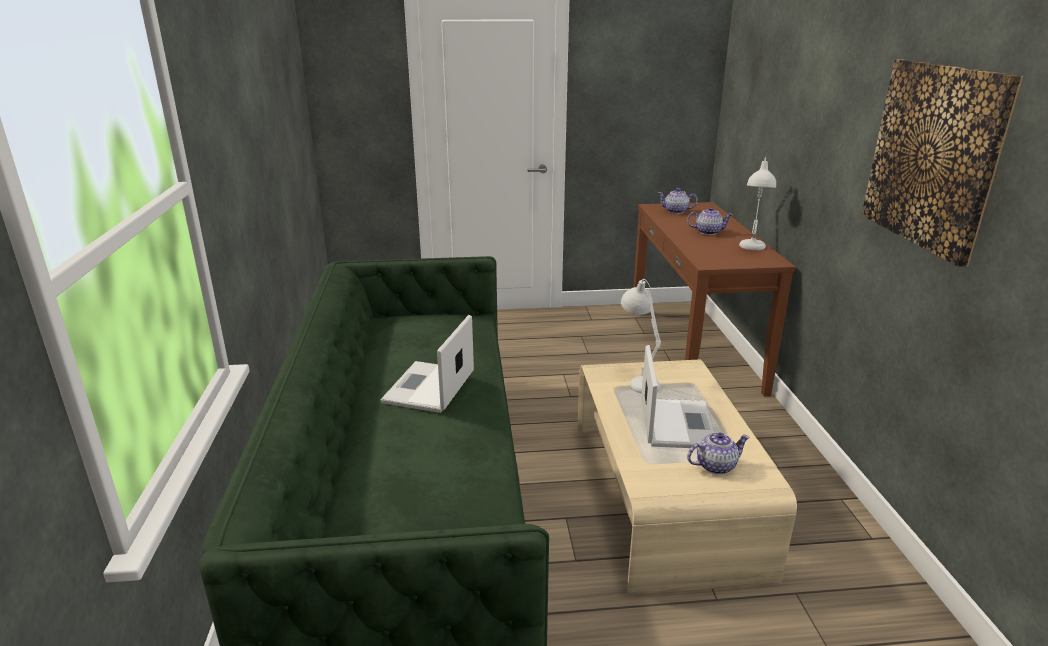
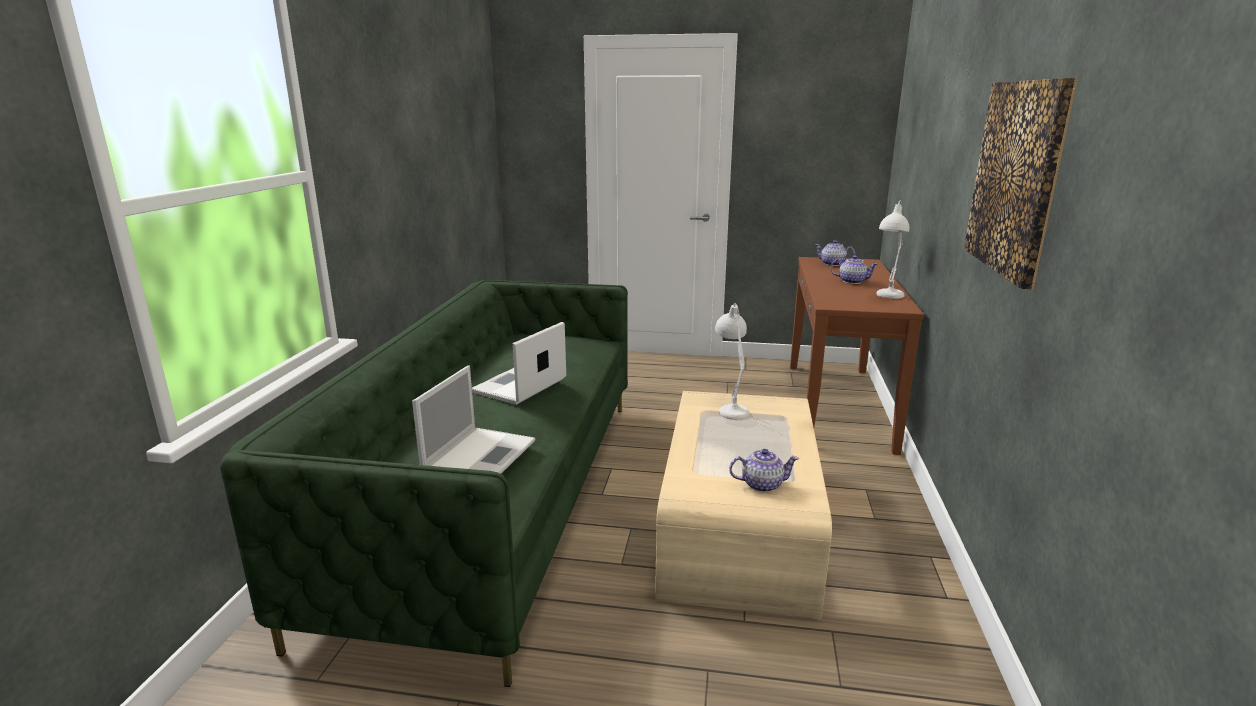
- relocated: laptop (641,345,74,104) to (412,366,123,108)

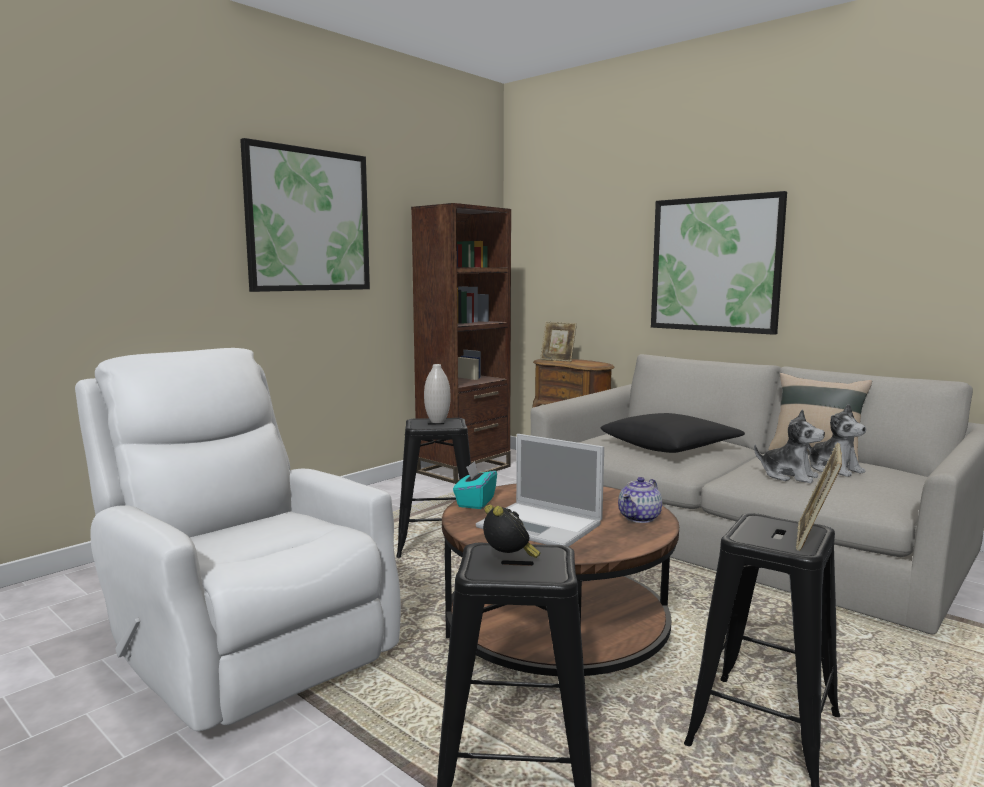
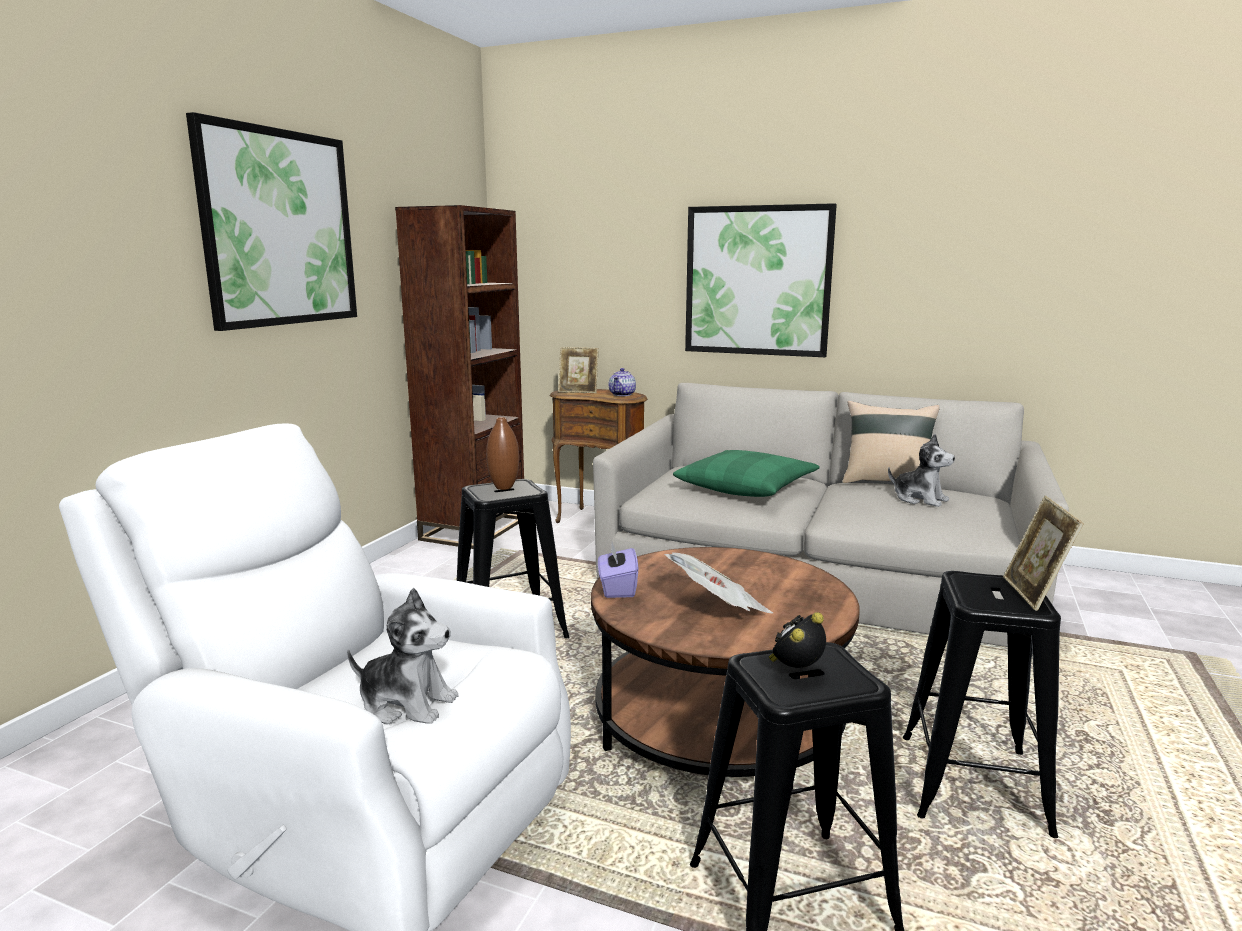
- colour: white vase (424,364,27,59) to brown vase (486,417,33,73)
- relocated: plush toy (754,409,71,74) to (347,588,111,137)
- colour: black pillow (601,413,144,40) to green pillow (673,450,147,47)
- exchanged: laptop (476,434,128,113) to newspaper (664,552,110,62)
- colour: turquoise tissue box (453,461,44,48) to purple tissue box (598,542,40,56)
- relocated: teapot (618,477,44,46) to (609,368,27,28)
- spun: alarm clock (483,505,57,53) = (769,612,57,56) 90 degrees counterclockwise

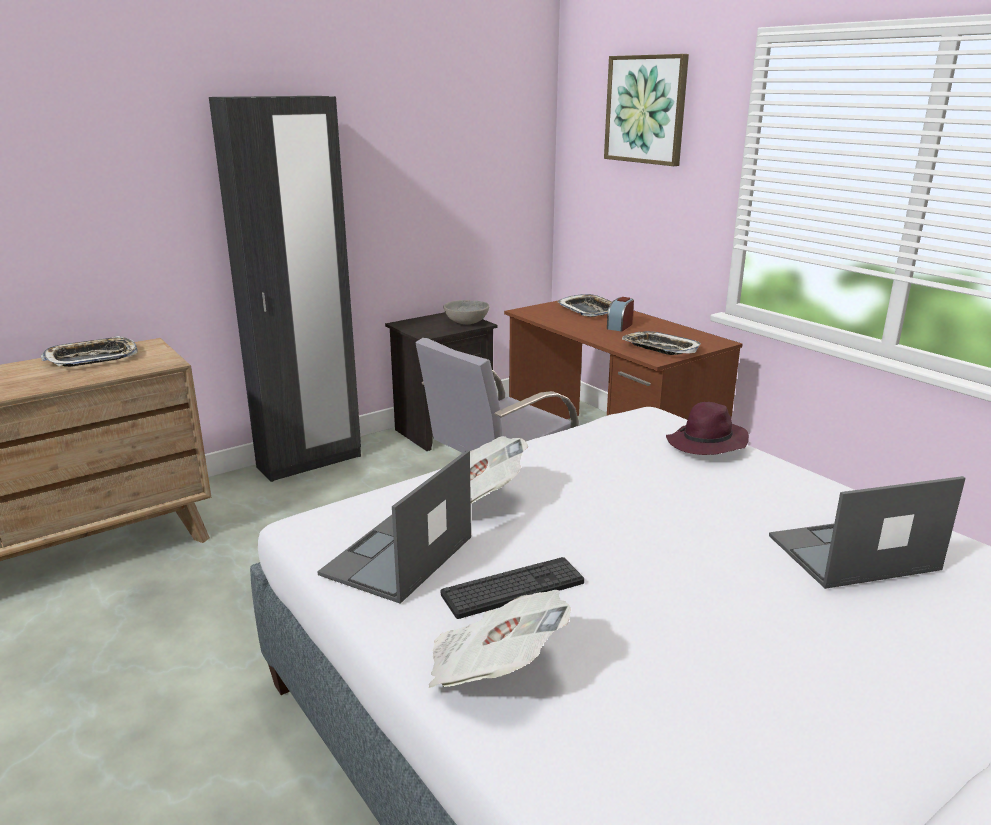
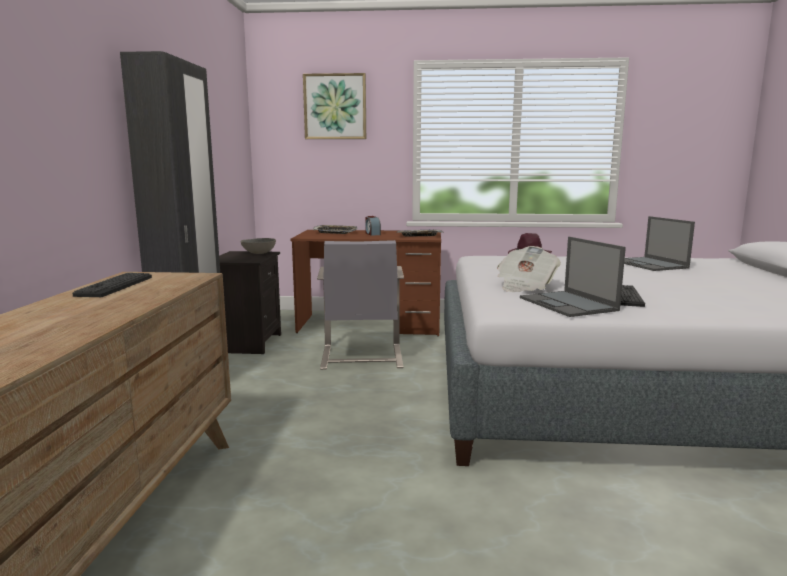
- exchanged: tray (41,336,97,31) to keyboard (72,273,80,24)
- spun: laptop (769,476,197,113) = (624,216,71,55) 45 degrees counterclockwise
- missing: newspaper (428,590,143,98)

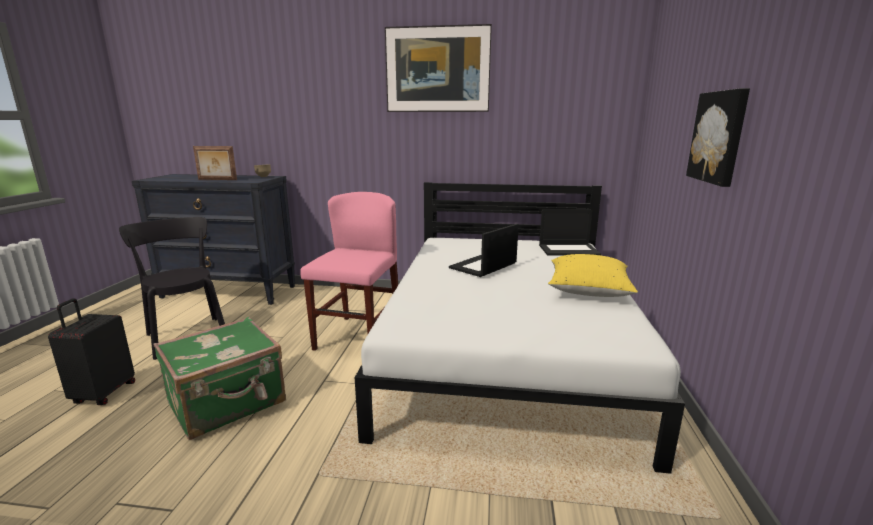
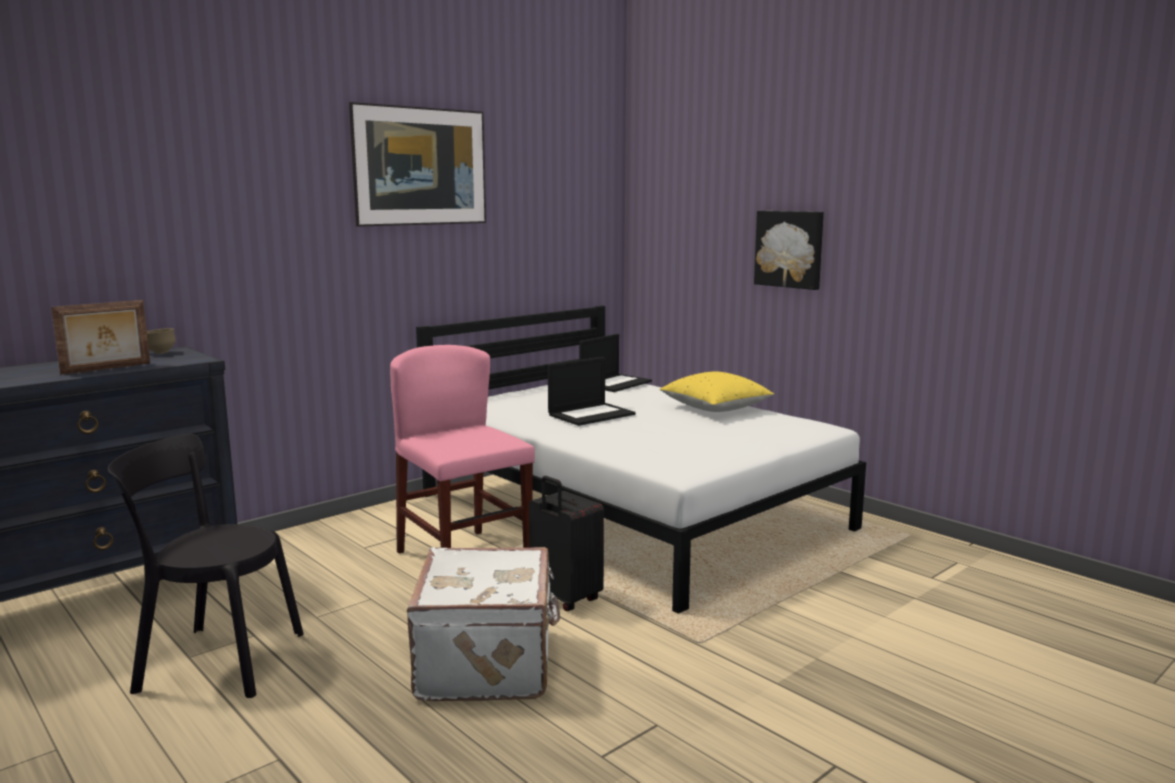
- spun: laptop (449,224,70,53) = (548,357,88,69) 120 degrees counterclockwise
- relocated: black suitcase (48,298,87,107) to (529,476,75,135)
- colour: green suitcase (154,317,132,123) to white suitcase (407,547,153,154)

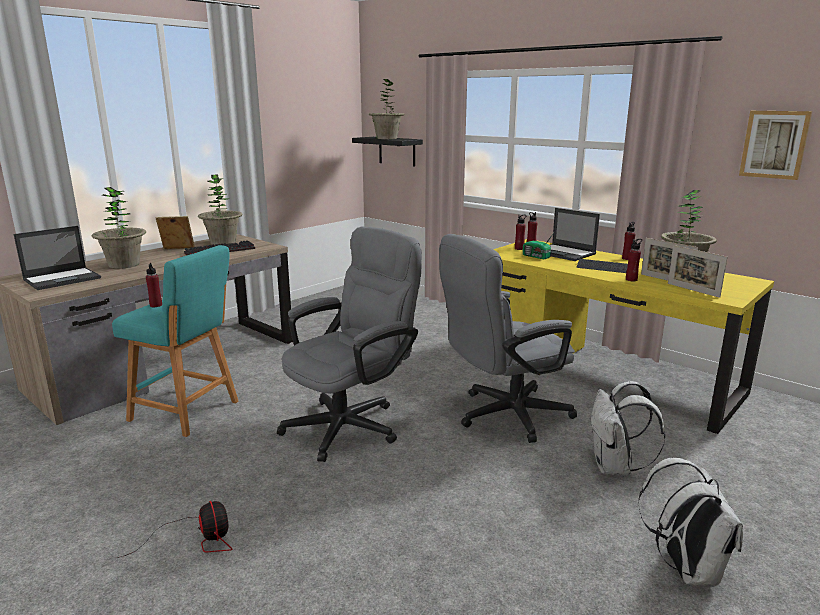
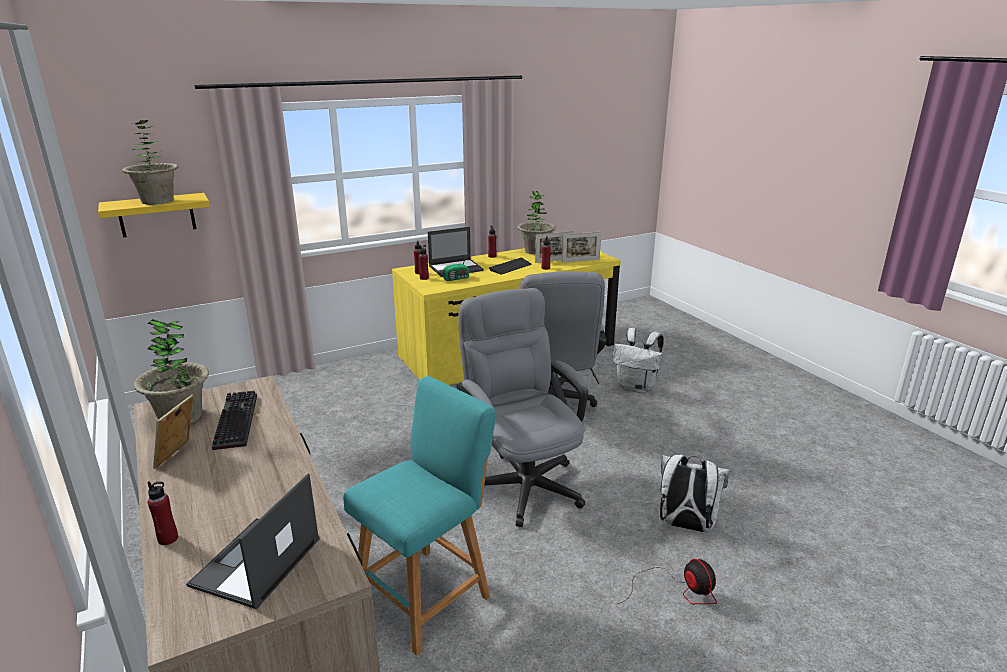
- missing: picture (739,111,73,69)
- colour: black shelf (352,137,71,29) to yellow shelf (98,193,112,44)
- missing: potted plant (92,187,54,82)
- spun: laptop (13,226,88,64) = (186,473,134,136) 135 degrees counterclockwise
- relocated: red bottle (146,263,16,44) to (147,481,31,64)
- relocated: white backpack (638,458,105,128) to (660,455,70,77)
- spun: fan (117,501,115,57) = (618,559,99,45) 75 degrees clockwise

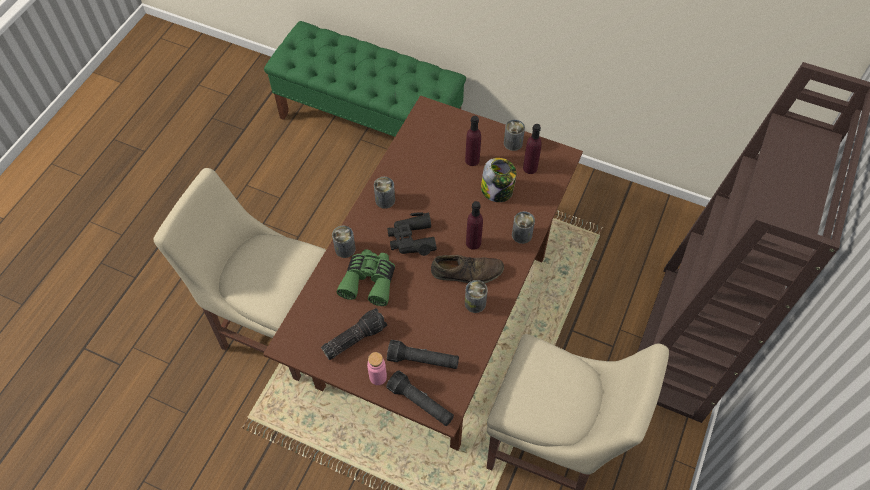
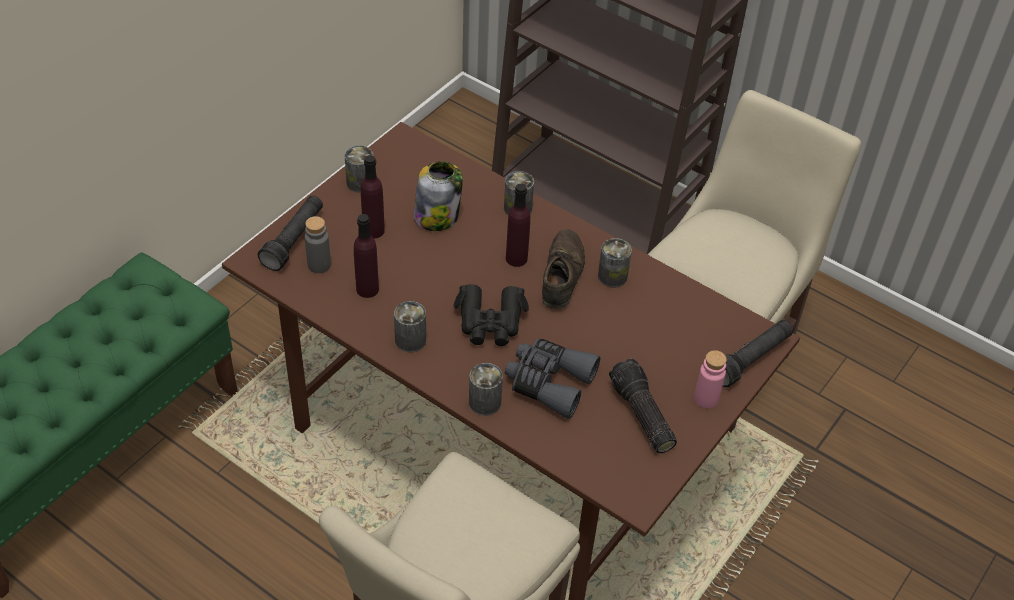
- relocated: purple bottle (523,124,19,50) to (354,214,25,84)
- colour: green binoculars (337,249,58,57) to grey binoculars (505,338,96,81)
- relocated: black flashlight (387,340,72,29) to (258,196,65,75)
- appeared: grey bottle (305,216,26,57)

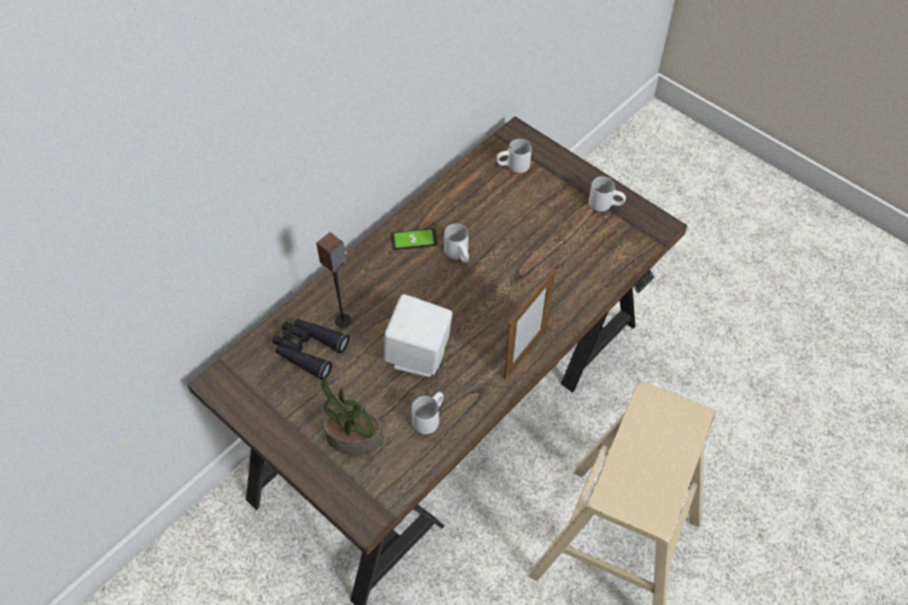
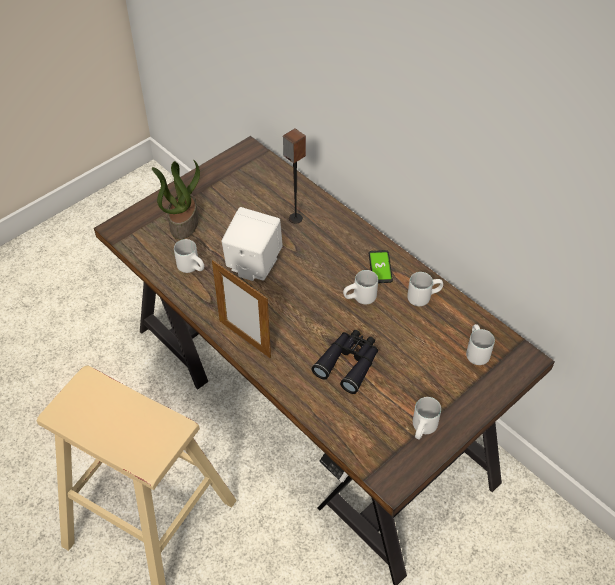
- relocated: black binoculars (272,319,78,61) to (312,330,66,64)
- appeared: white mug (407,272,36,34)

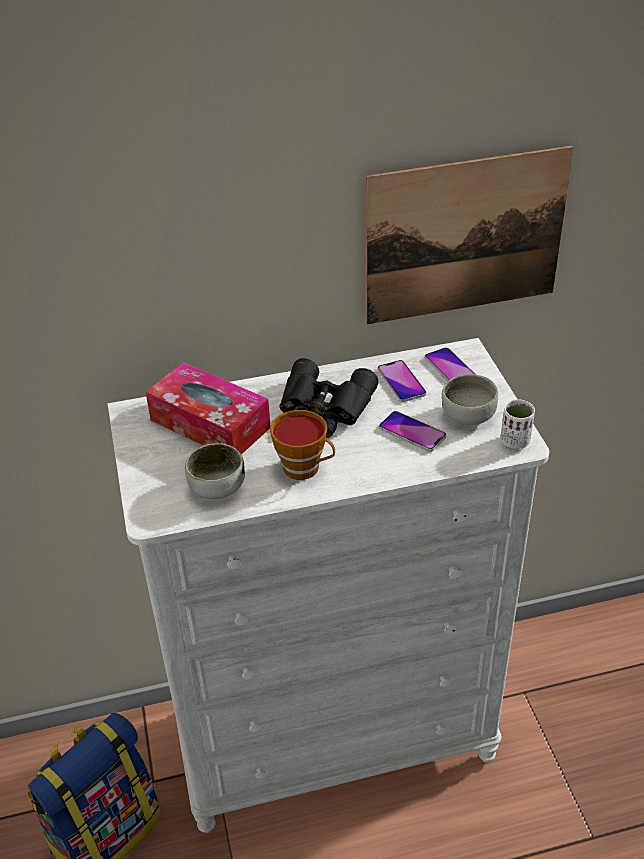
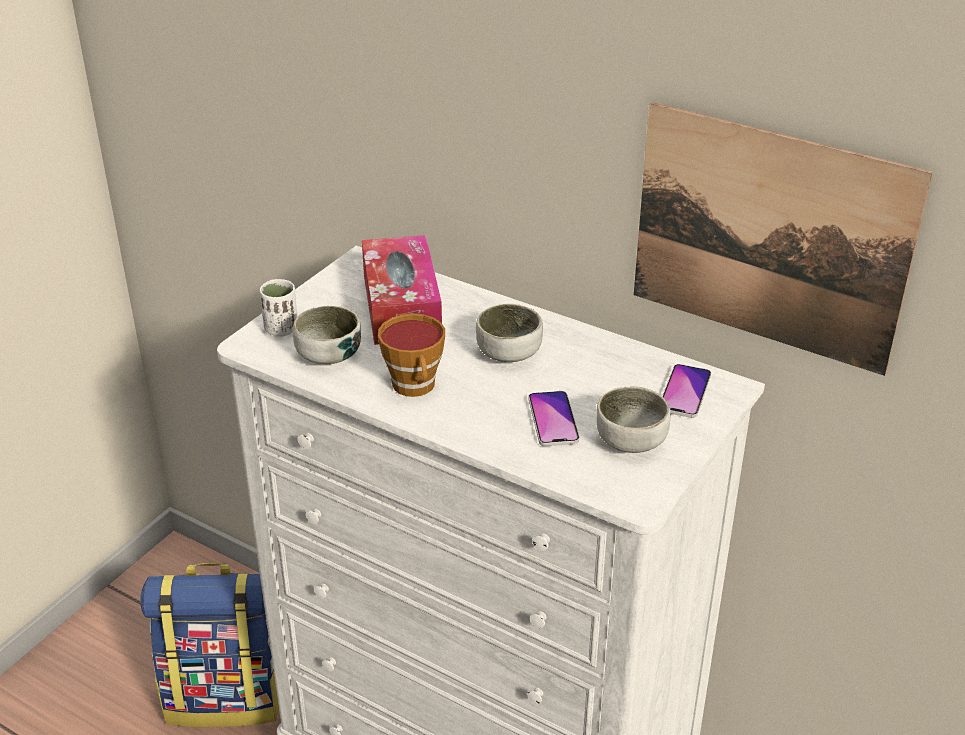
- exchanged: black binoculars (280,358,98,80) to bowl (476,303,67,59)
- missing: phone (377,360,49,42)
- relocated: white cup (501,399,34,50) to (260,279,37,58)

